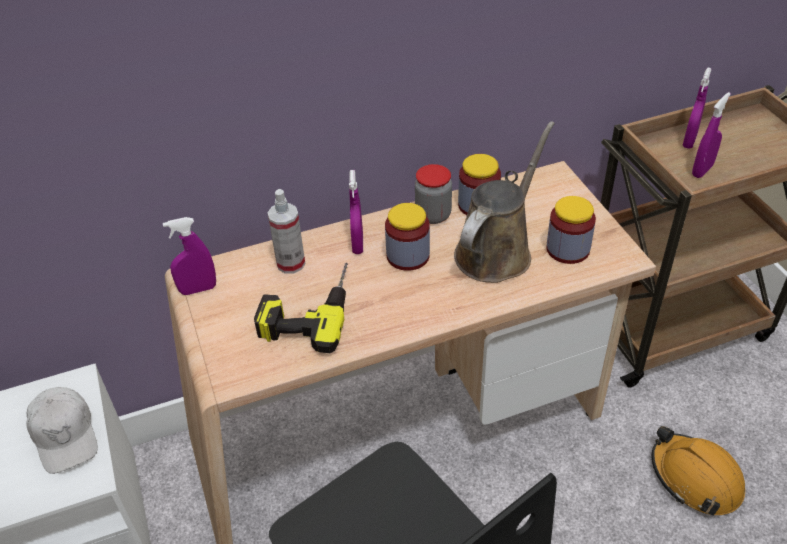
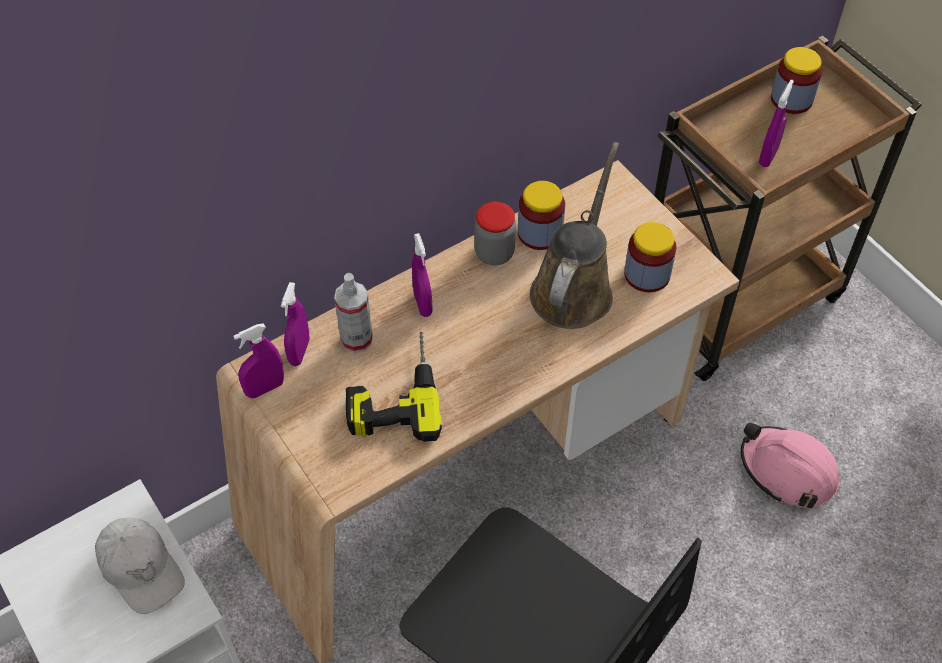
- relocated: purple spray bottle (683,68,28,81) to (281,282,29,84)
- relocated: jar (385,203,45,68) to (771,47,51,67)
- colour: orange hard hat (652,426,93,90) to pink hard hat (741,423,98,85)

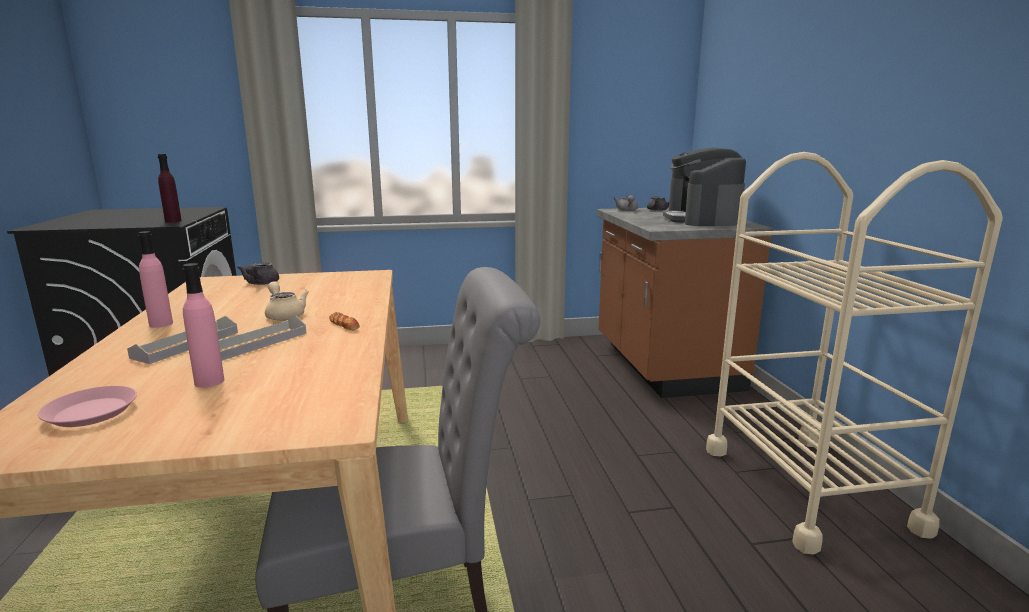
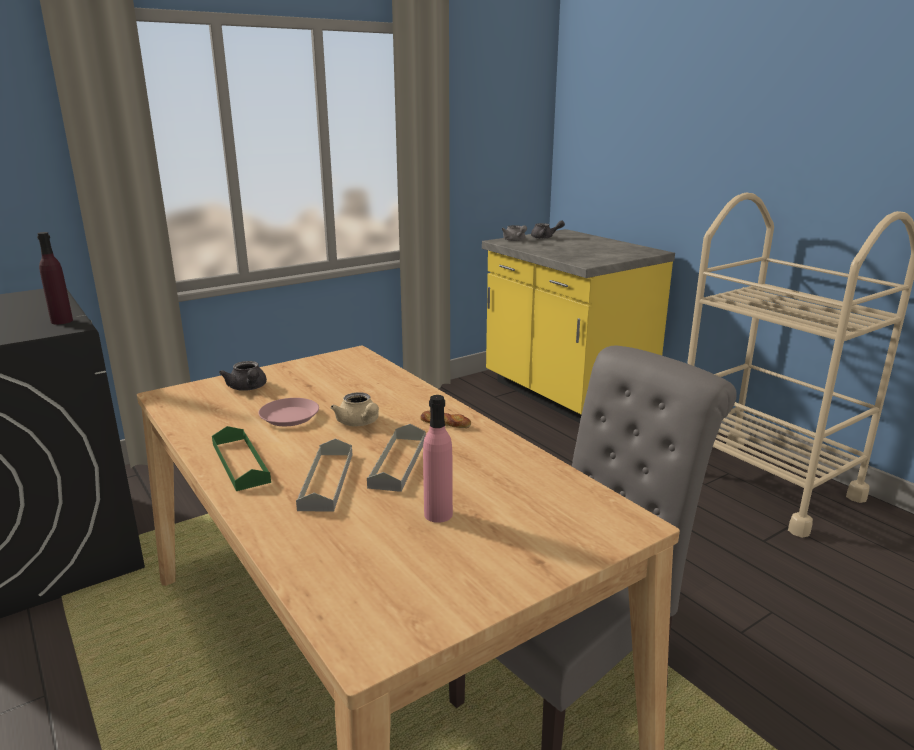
- missing: coffee machine (663,148,83,78)
- colour: brown counter (597,207,176,191) to yellow counter (482,229,193,194)
- exchanged: pink bottle (138,231,35,97) to green tray (212,426,59,65)
- spun: beige teapot (265,281,44,40) = (330,392,49,34) 150 degrees counterclockwise
- relocated: pink plate (38,386,99,41) to (259,398,60,28)

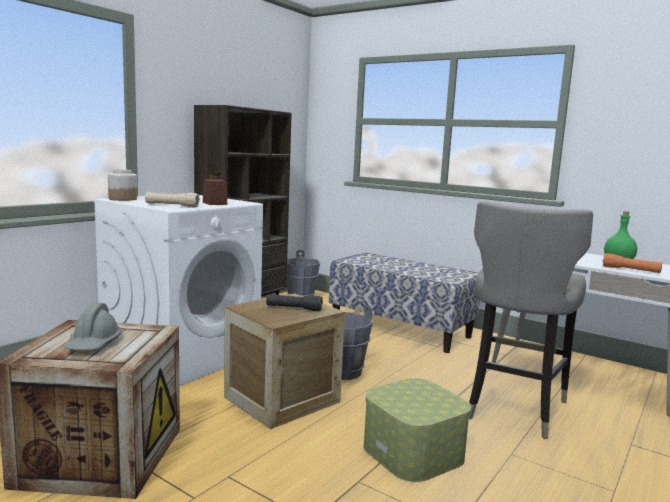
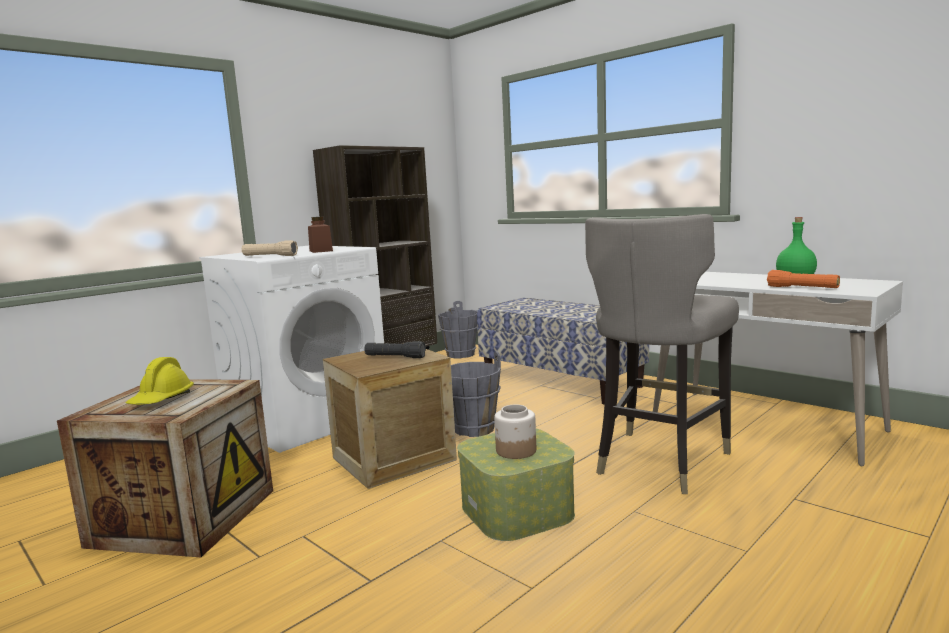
- relocated: jar (108,169,29,32) to (494,404,42,55)
- colour: grey hard hat (64,303,57,47) to yellow hard hat (126,357,68,48)

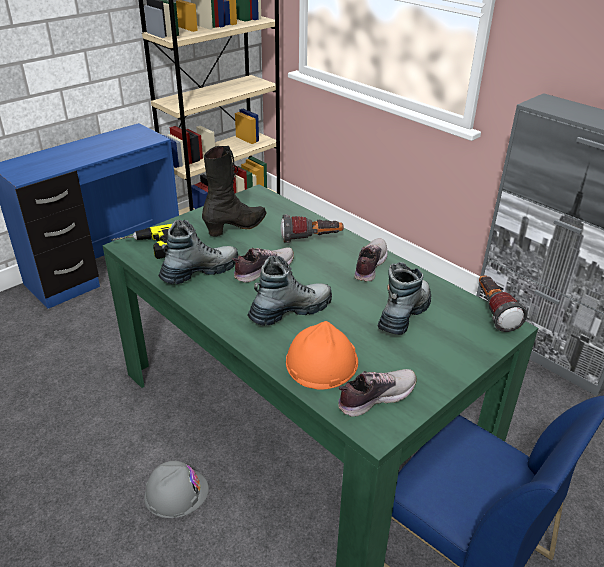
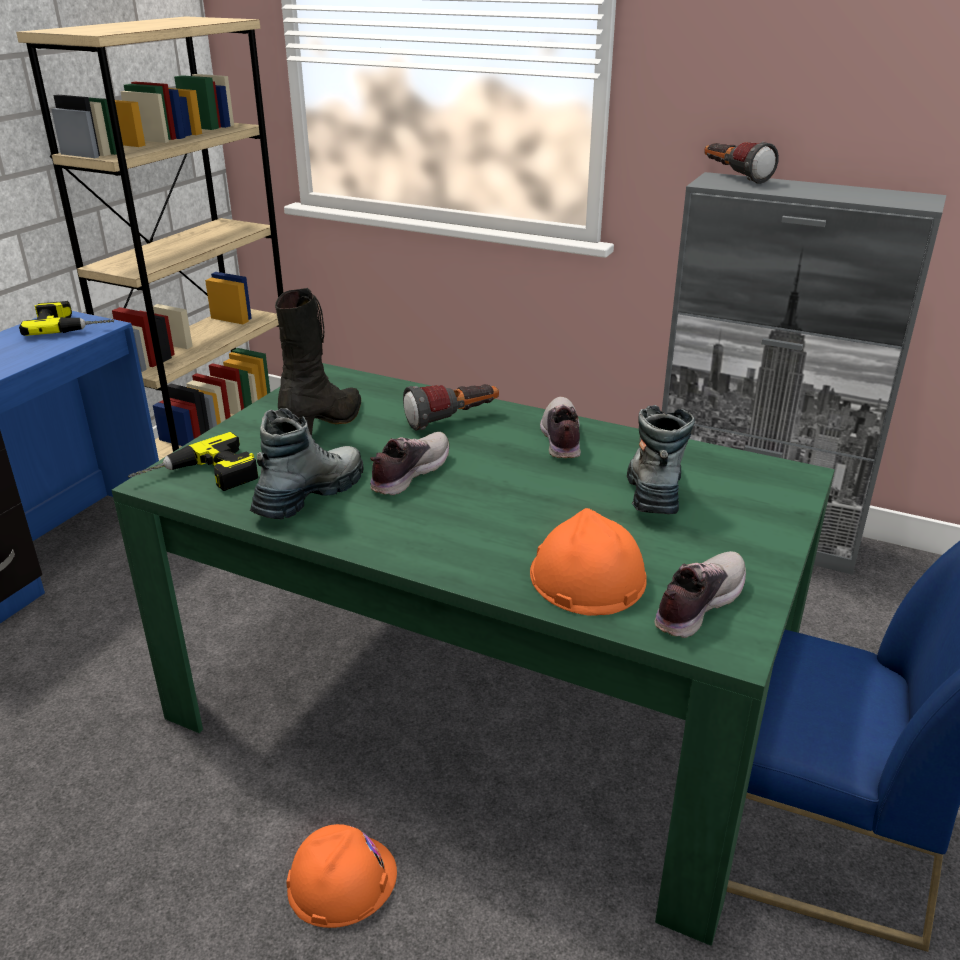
- missing: boot (247,256,85,70)
- relocated: flashlight (479,275,49,57) to (704,141,75,43)
- colour: grey hard hat (144,461,65,57) to orange hard hat (286,824,111,104)
- appeared: power drill (19,301,95,35)

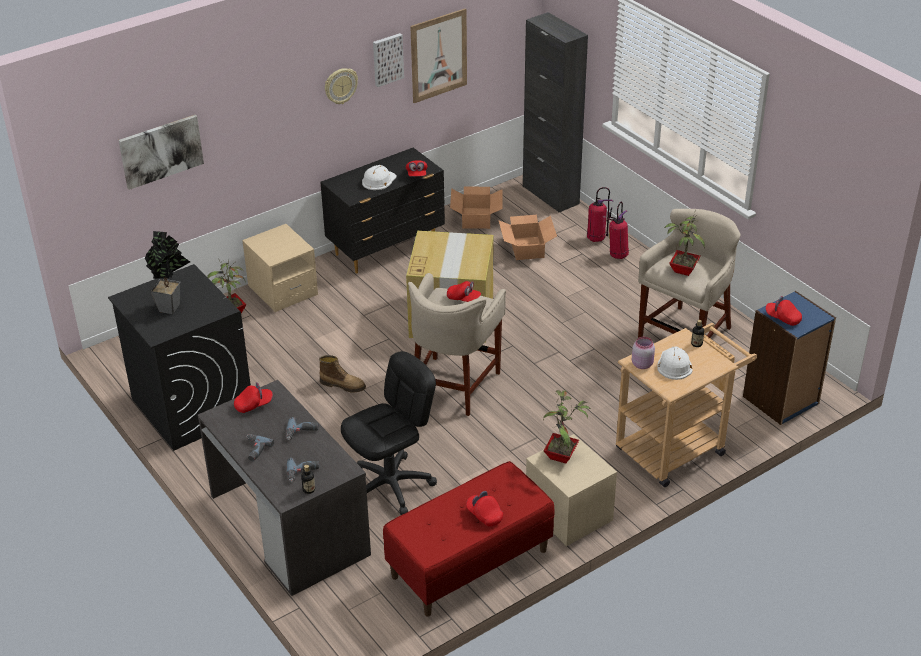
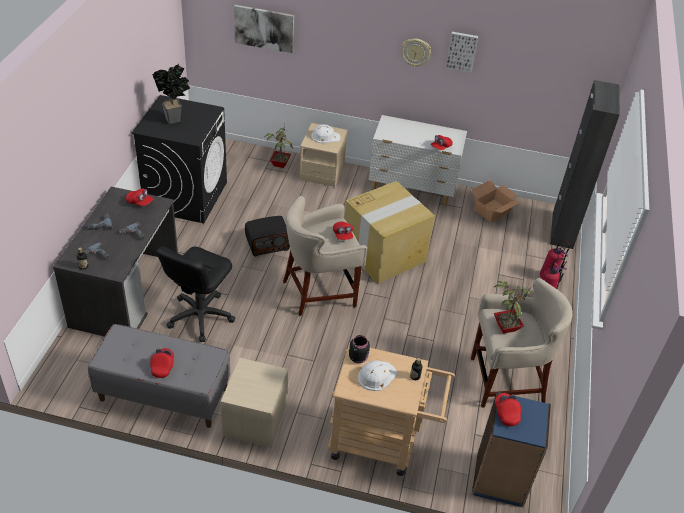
- missing: picture (410,8,57,95)
- colour: black dresser (320,148,125,125) to white dresser (369,115,98,91)
- relocated: white hard hat (362,165,35,25) to (311,124,29,19)
- missing: cardboard box (498,215,59,45)
- colour: pink jar (632,337,23,32) to black jar (349,335,21,28)
- spun: black office chair (341,351,96,164) = (156,246,79,96) 105 degrees clockwise
- exchanged: boot (319,355,47,37) to radio (245,216,45,40)
- missing: potted plant (543,390,48,73)
- colour: red bench (383,461,171,156) to grey bench (88,324,142,104)

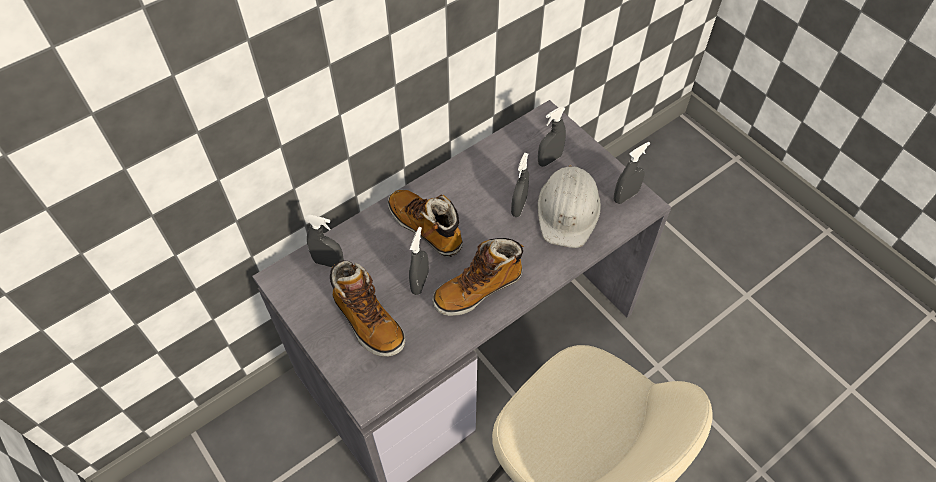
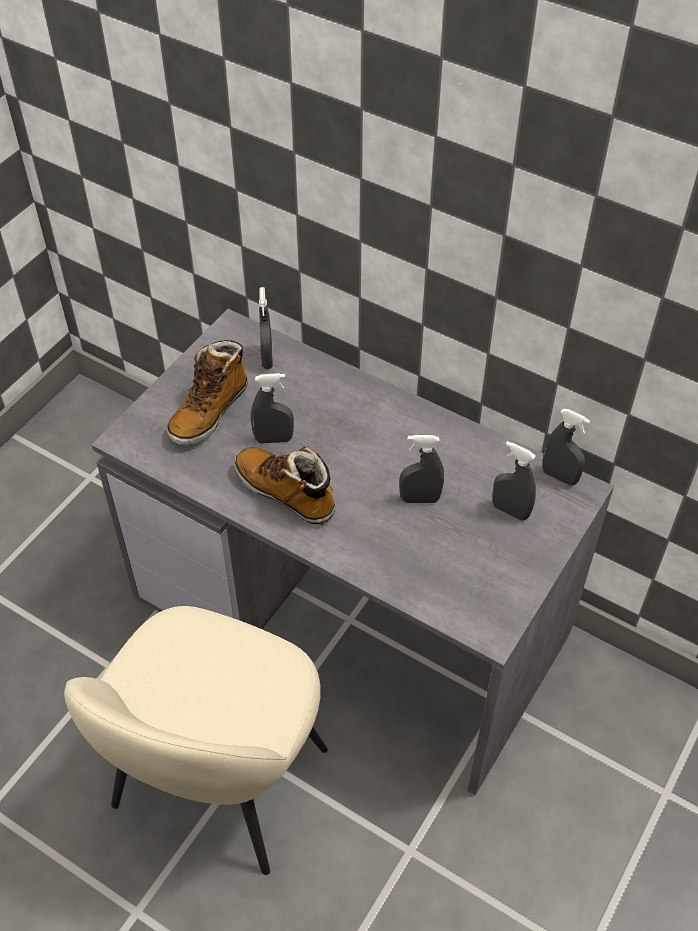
- relocated: grey spray bottle (614,142,36,62) to (543,409,47,77)
- missing: white hard hat (538,165,63,83)
- missing: boot (388,190,75,67)

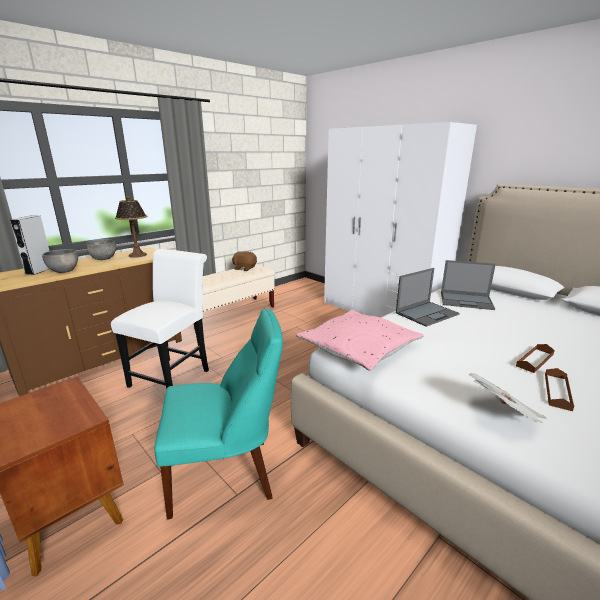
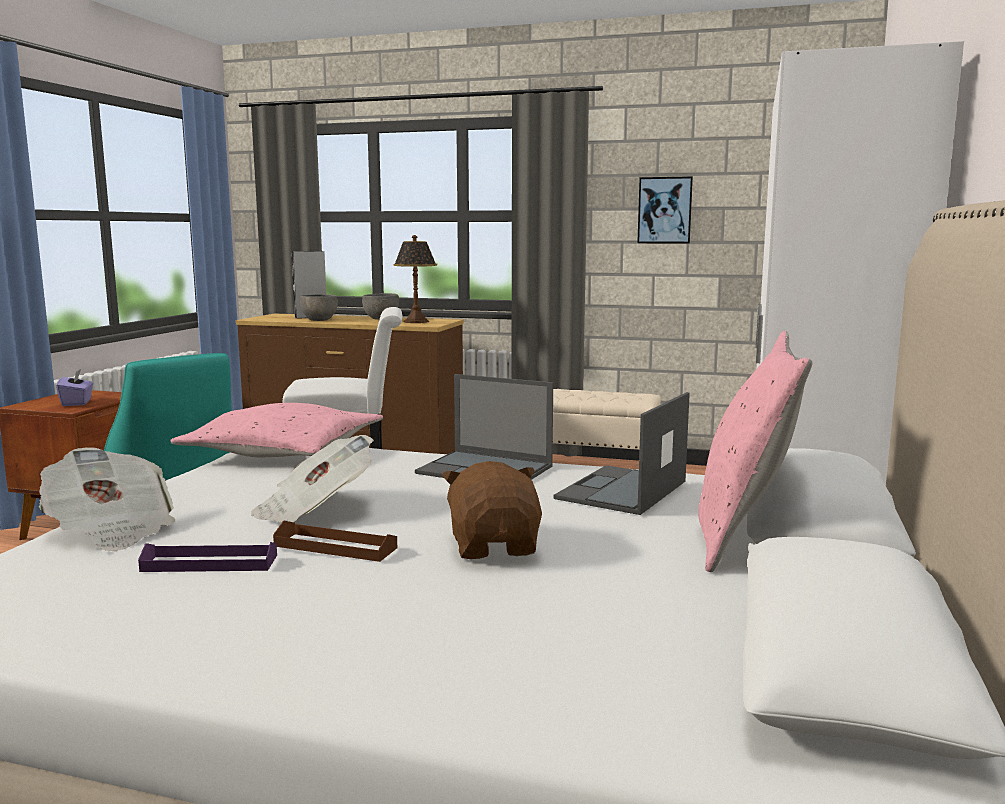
- relocated: brown plush toy (232,251,25,20) to (442,461,100,98)
- spun: laptop (441,260,55,50) = (554,392,136,123) 45 degrees clockwise
- colour: brown tray (545,368,29,43) to purple tray (138,542,139,30)
- appeared: picture (637,176,56,68)
- appeared: pink pillow (698,331,114,241)
- appeared: purple tissue box (56,369,37,37)
- appeared: newspaper (251,435,123,88)

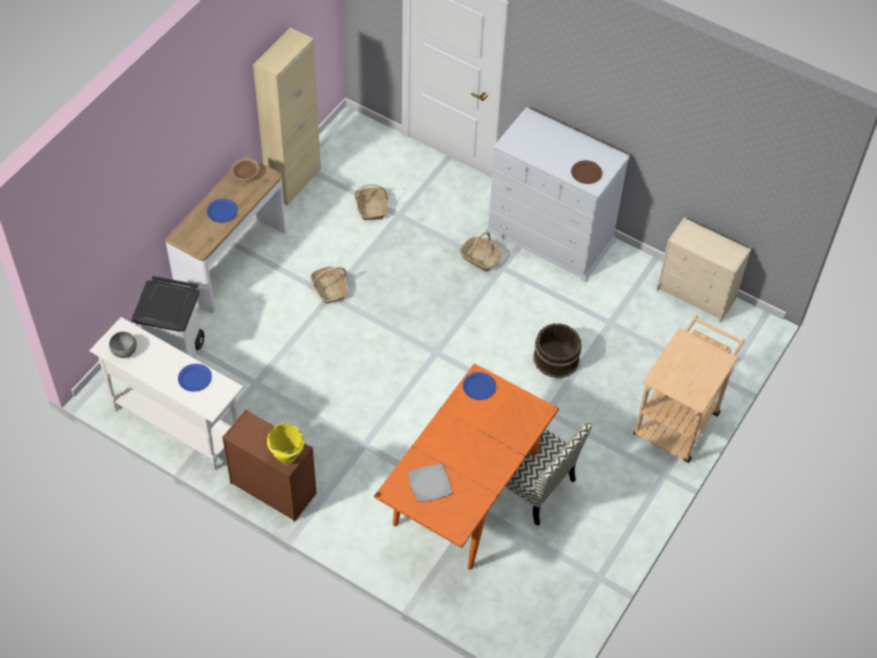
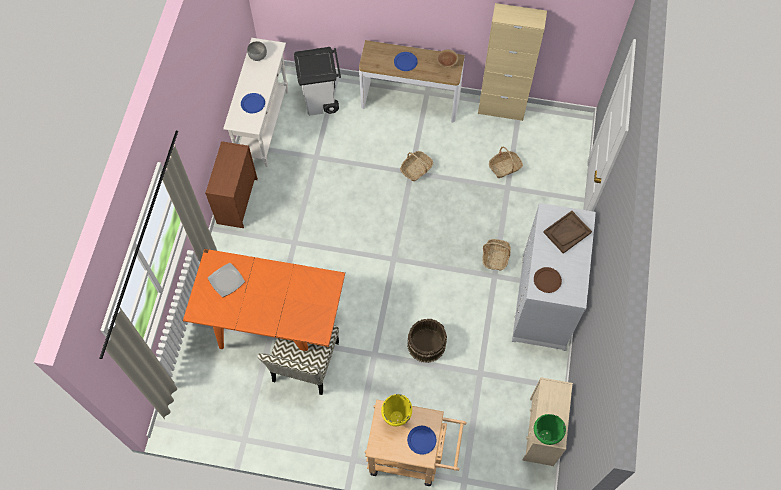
- relocated: blue plate (463,372,33,28) to (407,426,29,29)
- relocated: yellow cooking pot (267,423,37,42) to (381,394,31,32)
- appeared: brown tray (543,211,49,43)
- appeared: green cooking pot (534,414,32,31)

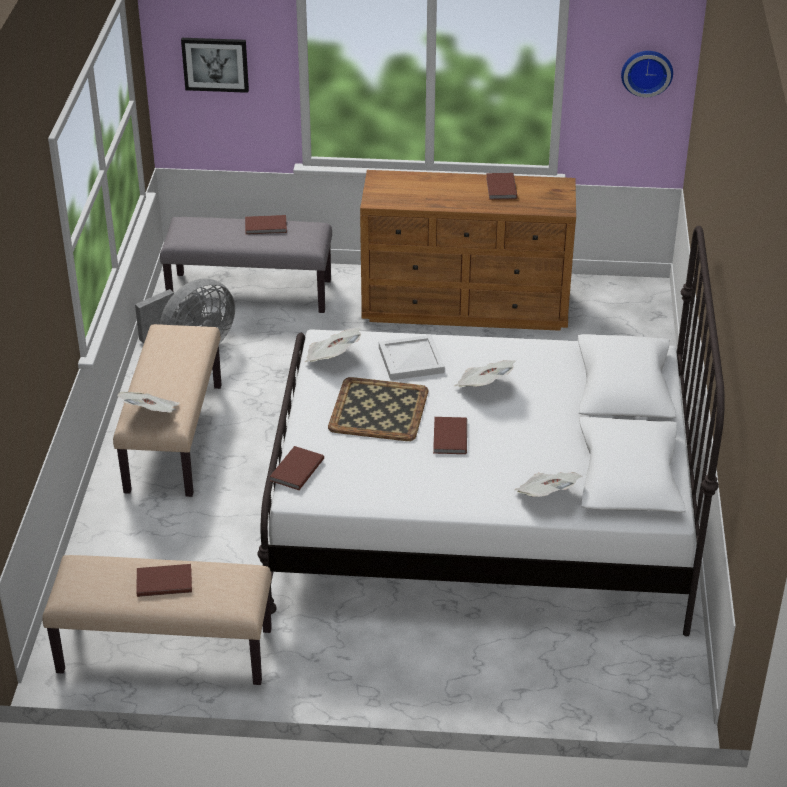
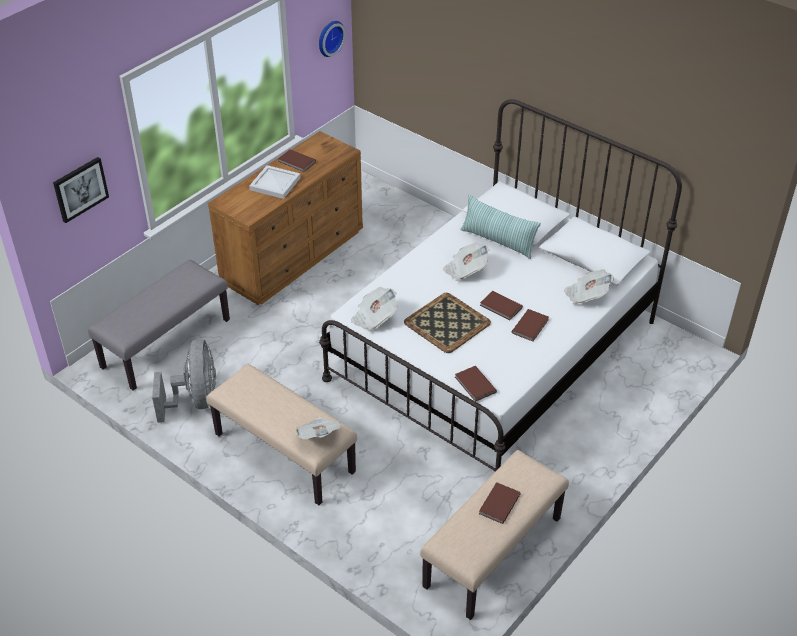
- relocated: brown book (245,215,42,20) to (512,309,37,33)
- relocated: white tray (379,335,66,45) to (249,165,52,34)
- appeared: pillow (460,195,81,64)

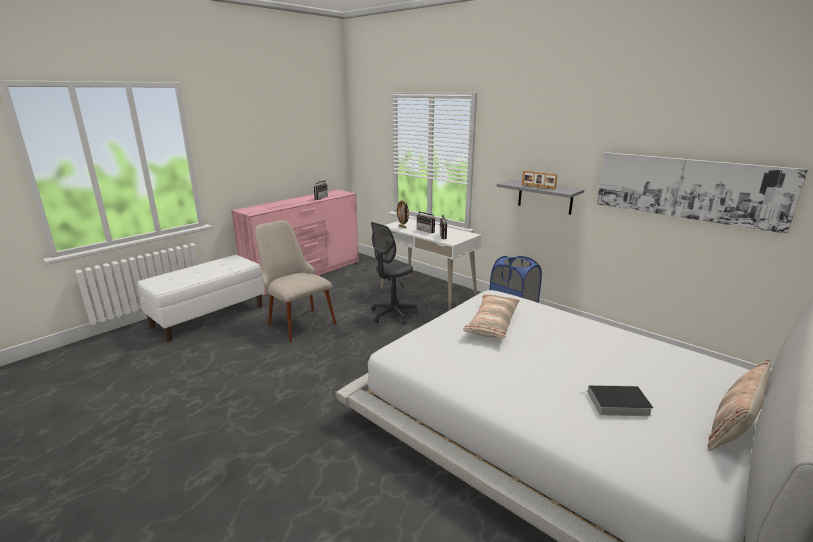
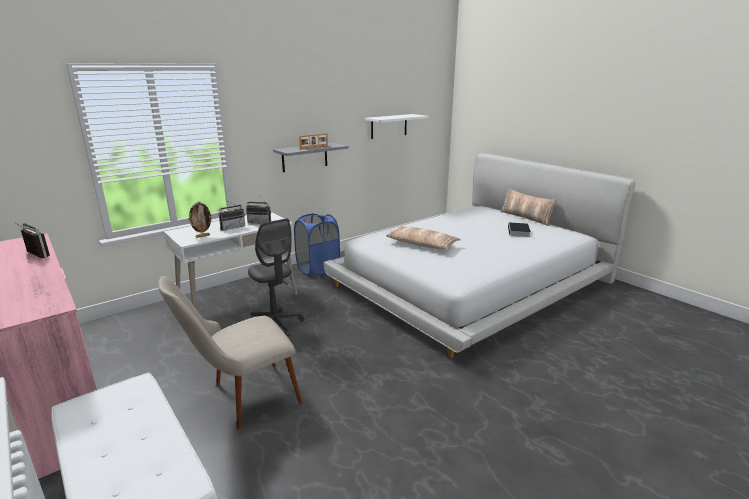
- exchanged: picture (597,152,211,82) to white shelf (365,114,64,25)

